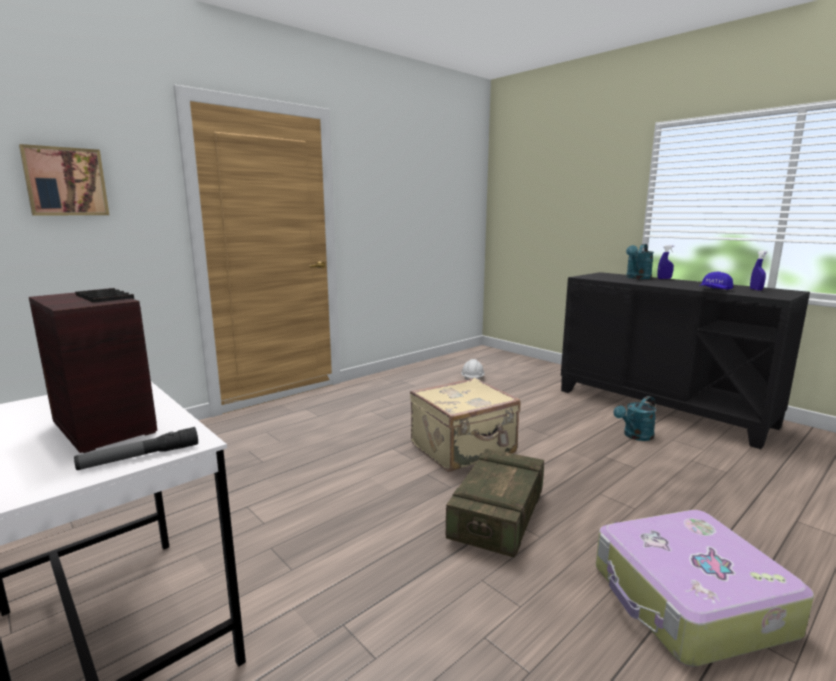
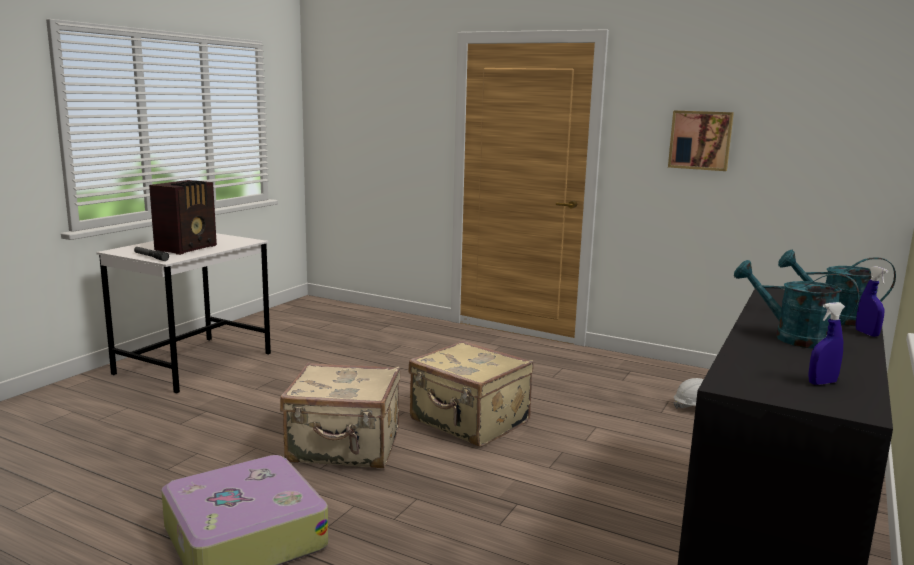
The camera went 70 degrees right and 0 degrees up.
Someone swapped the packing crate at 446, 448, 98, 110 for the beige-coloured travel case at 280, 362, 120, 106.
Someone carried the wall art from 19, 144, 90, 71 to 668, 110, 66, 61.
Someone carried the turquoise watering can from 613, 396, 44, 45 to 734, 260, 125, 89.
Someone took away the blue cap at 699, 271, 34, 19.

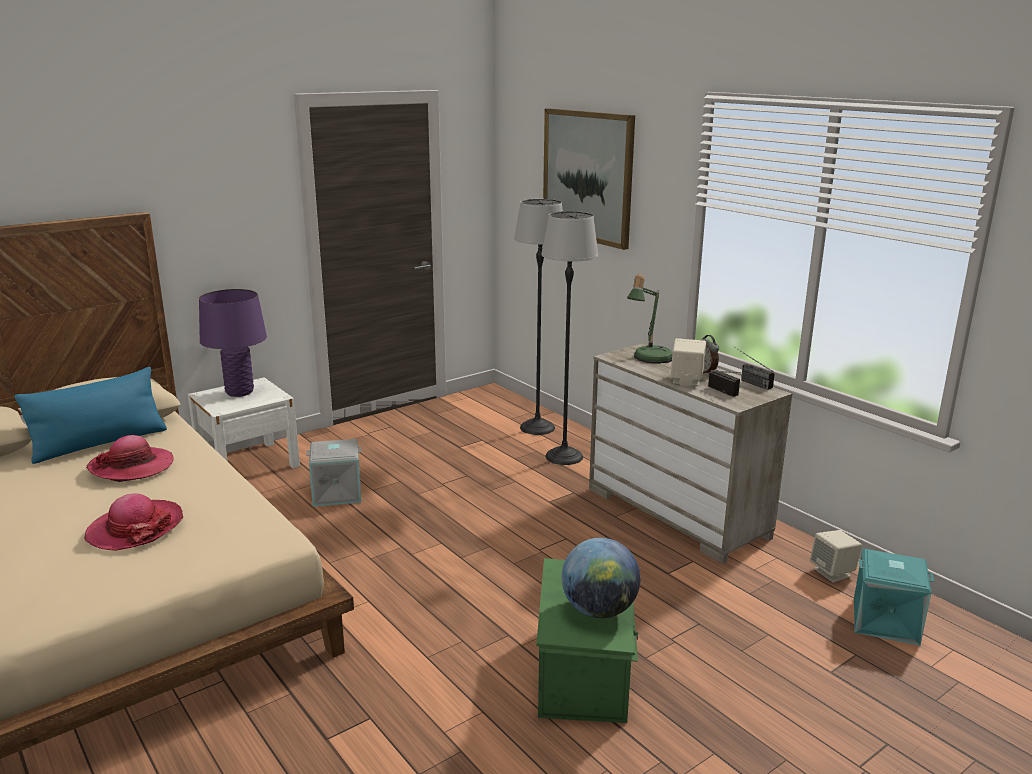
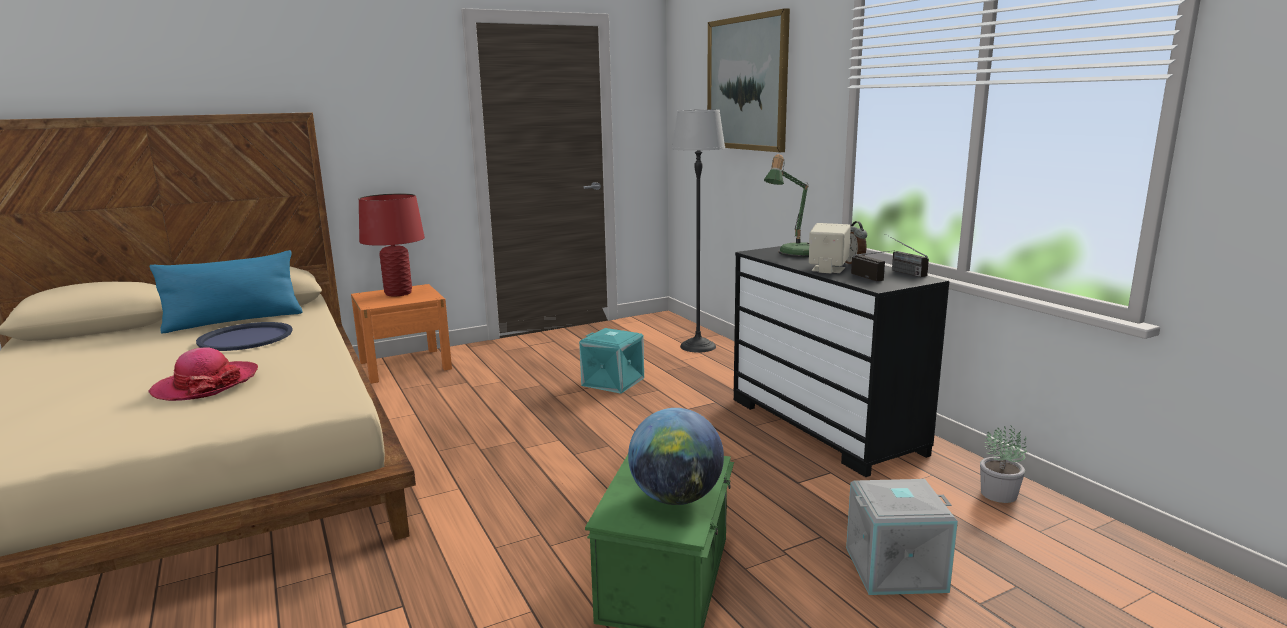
The camera went 10 degrees right and 5 degrees down.
Someone swapped the hat at 86, 435, 88, 47 for the blue carrying tray at 196, 322, 97, 29.
Someone repainted the white night table at 188, 377, 112, 91, which became the orange-coloured night table at 351, 284, 101, 100.
Someone repainted the purple-coloured table lamp at 199, 289, 68, 108, which became the reddish table lamp at 359, 193, 66, 104.
Someone carried the turquoise storage container from 854, 549, 80, 97 to 579, 328, 65, 66.
Someone repainted the beige-coloured dresser at 589, 343, 203, 221, which became the black dresser at 733, 246, 216, 231.
Someone carried the gray storage container from 306, 439, 55, 68 to 846, 479, 112, 116.
Someone swapped the beige-coloured speaker at 810, 530, 52, 53 for the plant in a pot at 980, 425, 47, 78.
Someone took away the standard lamp at 541, 211, 57, 254.

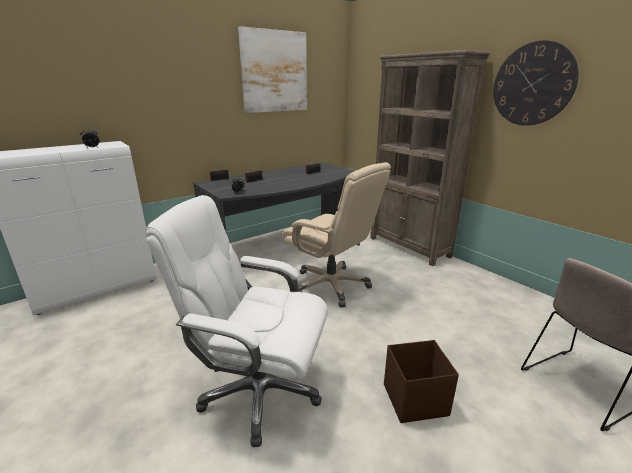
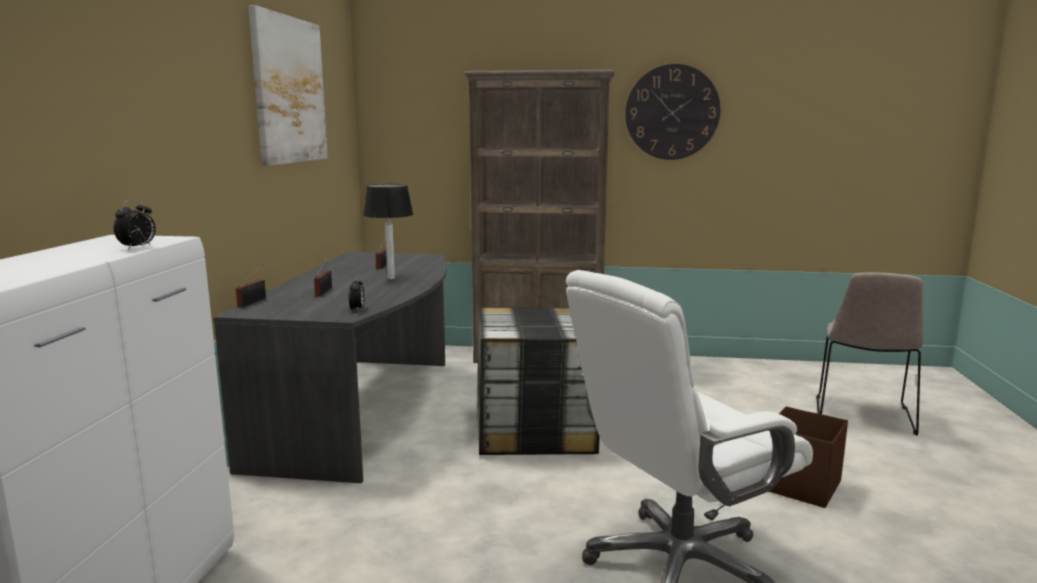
The camera went 45 degrees left and 10 degrees down.
Someone put down the table lamp at 363, 184, 50, 95.
Someone swapped the beige-coloured desk chair at 281, 162, 110, 146 for the storage container at 477, 307, 123, 148.

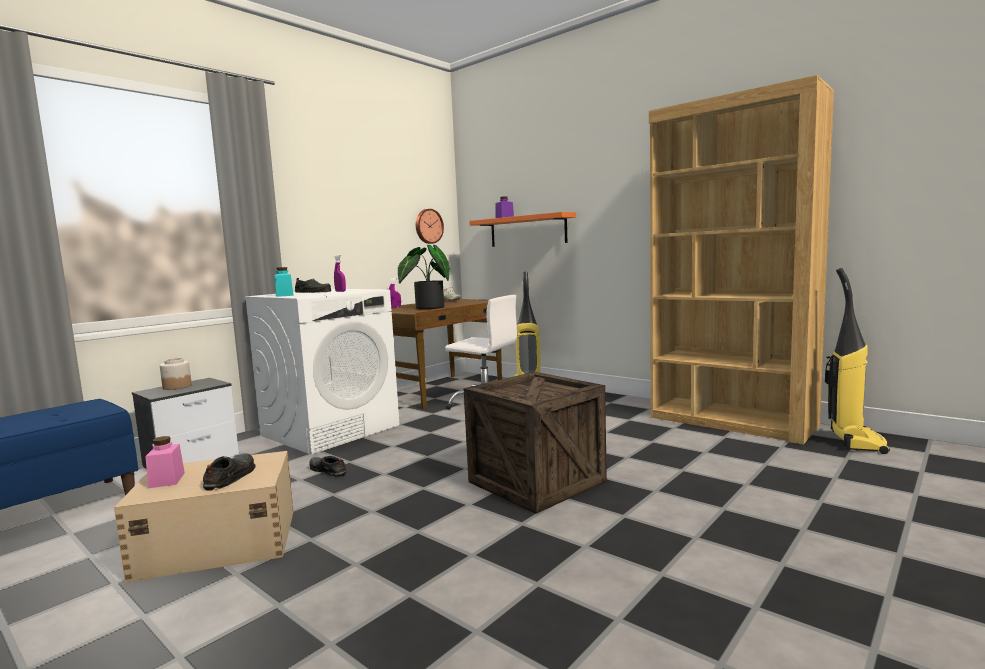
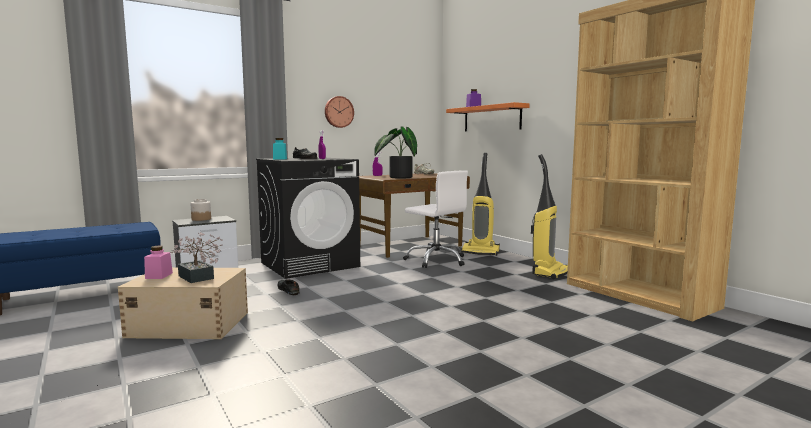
The camera went 15 degrees right and 0 degrees up.
Someone swapped the black low shoe at 203, 453, 53, 37 for the plant in a pot at 170, 232, 53, 51.
Someone repainted the white laundry machine at 244, 289, 155, 166, which became the black laundry machine at 256, 158, 104, 121.
Someone carried the hanging clock from 416, 209, 28, 35 to 325, 96, 29, 32.
Someone carried the vacuum cleaner from 825, 268, 65, 186 to 531, 154, 37, 125.
Someone took away the packing crate at 464, 372, 143, 142.

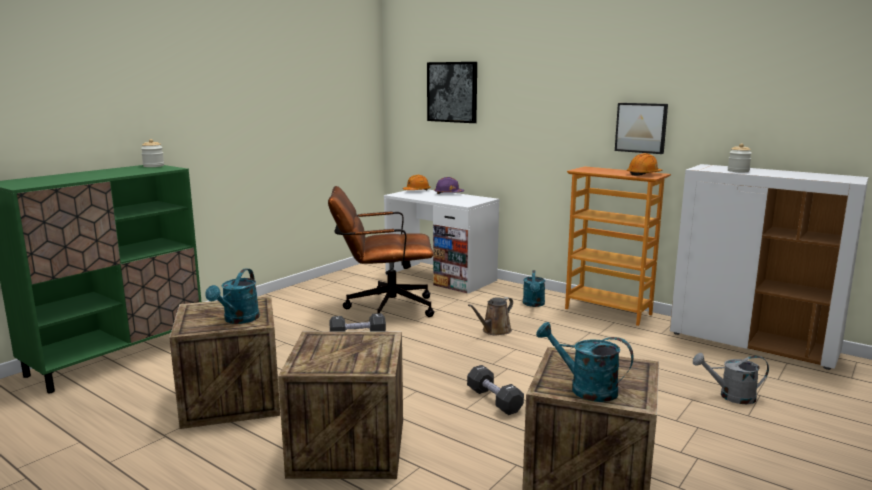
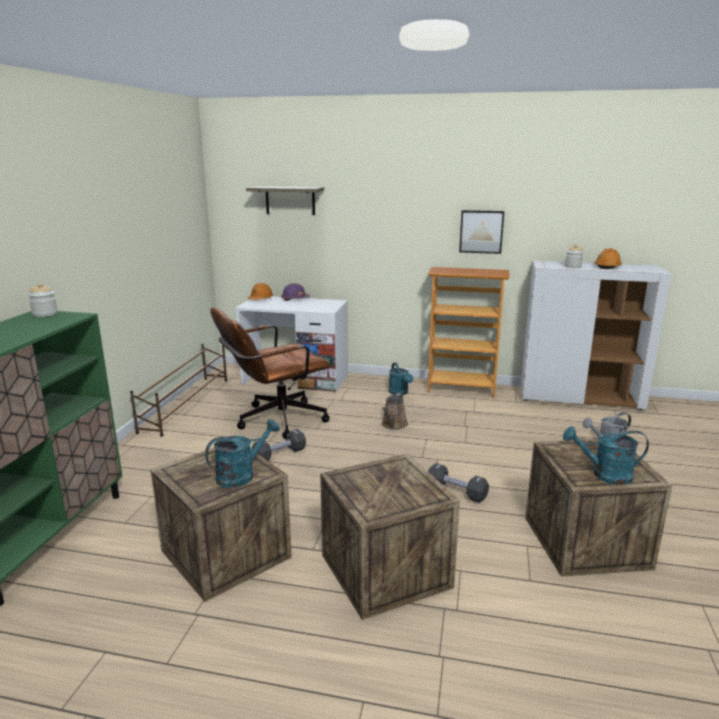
The camera went 25 degrees left and 5 degrees up.
Someone put down the brown-coloured shoe stand at 130, 344, 97, 93.
Someone rotated the turquoise watering can at 205, 268, 55, 56 by 120 degrees counterclockwise.
Someone swapped the wall art at 427, 62, 50, 61 for the wall shelf at 246, 186, 78, 29.
Someone carried the orange-coloured safety helmet from 627, 153, 35, 23 to 595, 248, 27, 21.

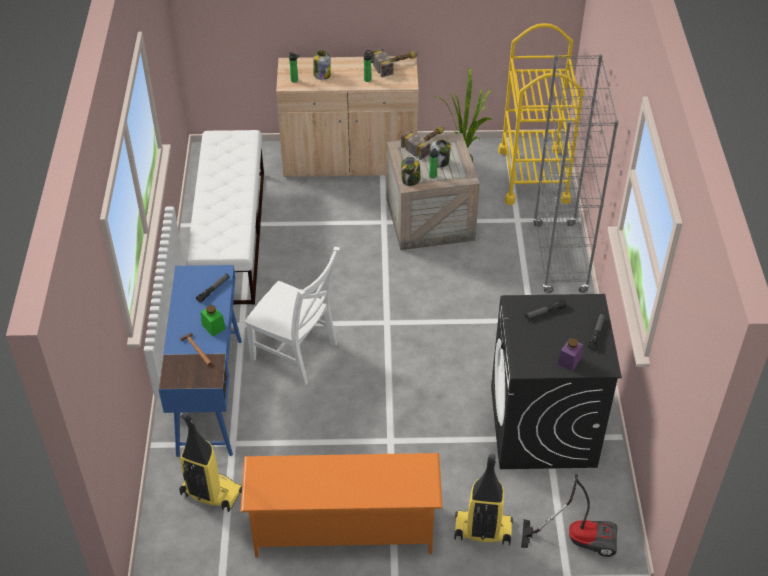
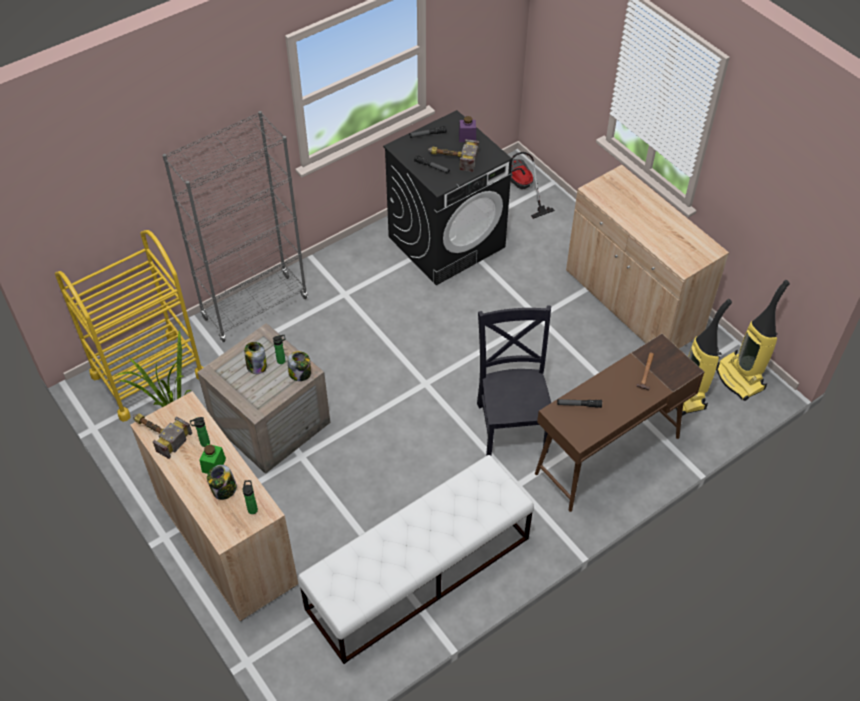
The camera went 125 degrees left and 5 degrees up.
Someone carried the green preserve jar from 201, 305, 25, 31 to 200, 444, 26, 30.
Someone carried the hammer from 401, 126, 43, 34 to 428, 139, 51, 33.
Someone repainted the white plain chair at 244, 247, 96, 138, which became the black plain chair at 477, 305, 74, 151.
Someone repainted the blue desk unit at 158, 265, 84, 192, which became the brown-coloured desk unit at 535, 334, 169, 178.
Someone swapped the orange-coloured shoe stand at 240, 453, 203, 105 for the beige-coloured cabinet at 566, 165, 163, 184.
Someone carried the vacuum cleaner from 454, 454, 59, 91 to 716, 280, 74, 121.

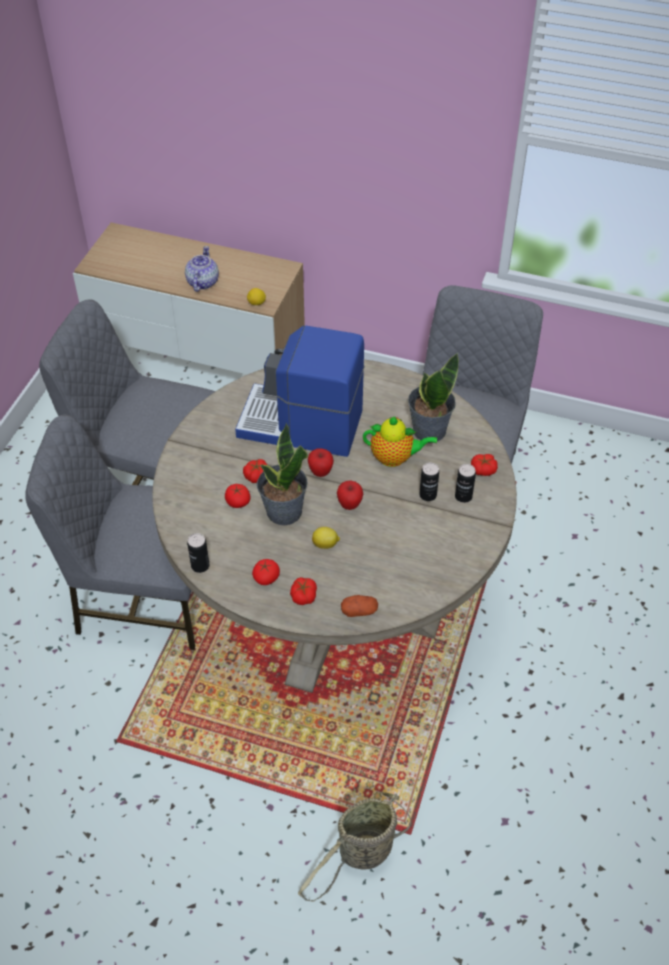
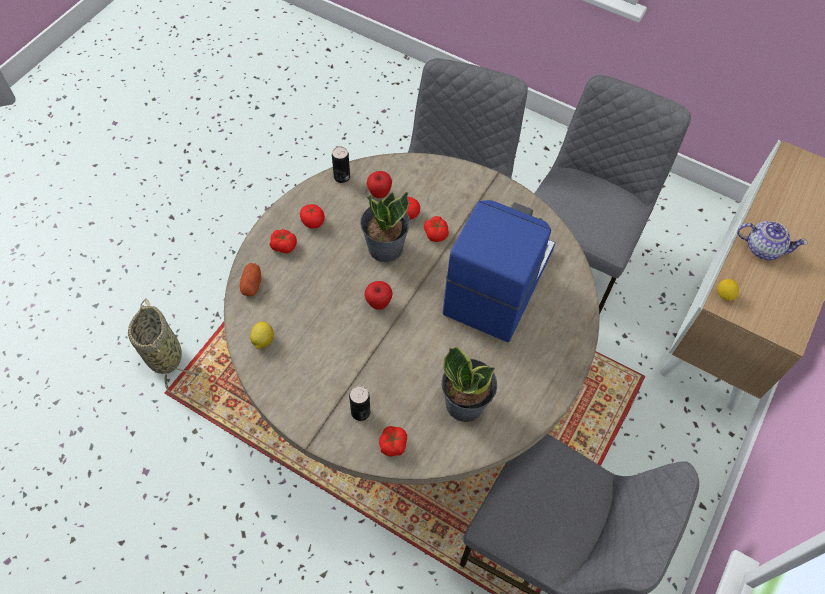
The camera went 100 degrees right and 10 degrees up.
Someone carried the lemon from 312, 527, 28, 22 to 250, 321, 24, 28.
Someone carried the apple from 308, 448, 26, 29 to 367, 171, 25, 27.
Someone took away the pot for tea at 363, 417, 74, 50.
Someone took away the can at 419, 463, 20, 38.

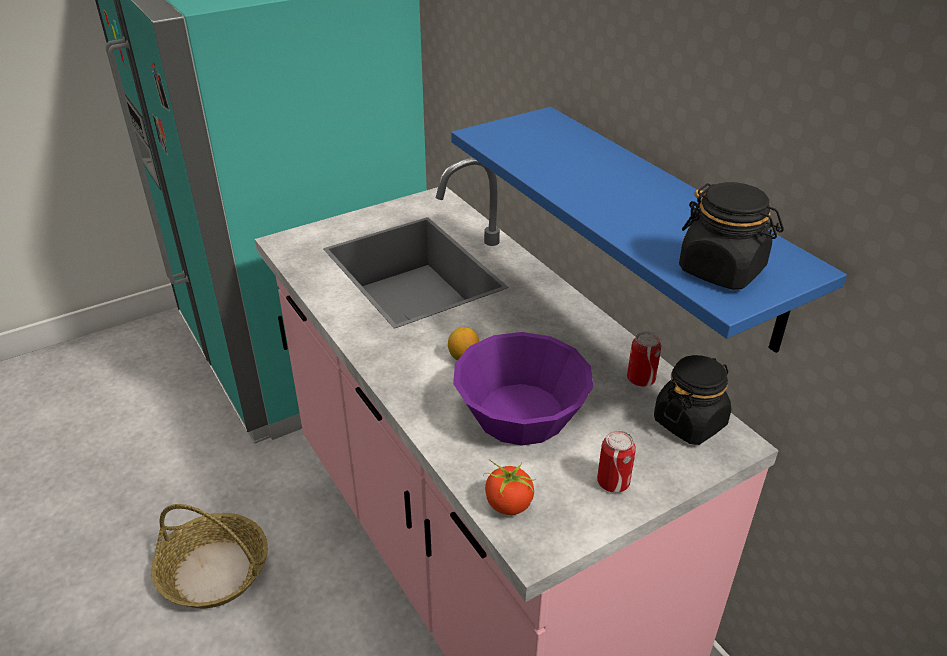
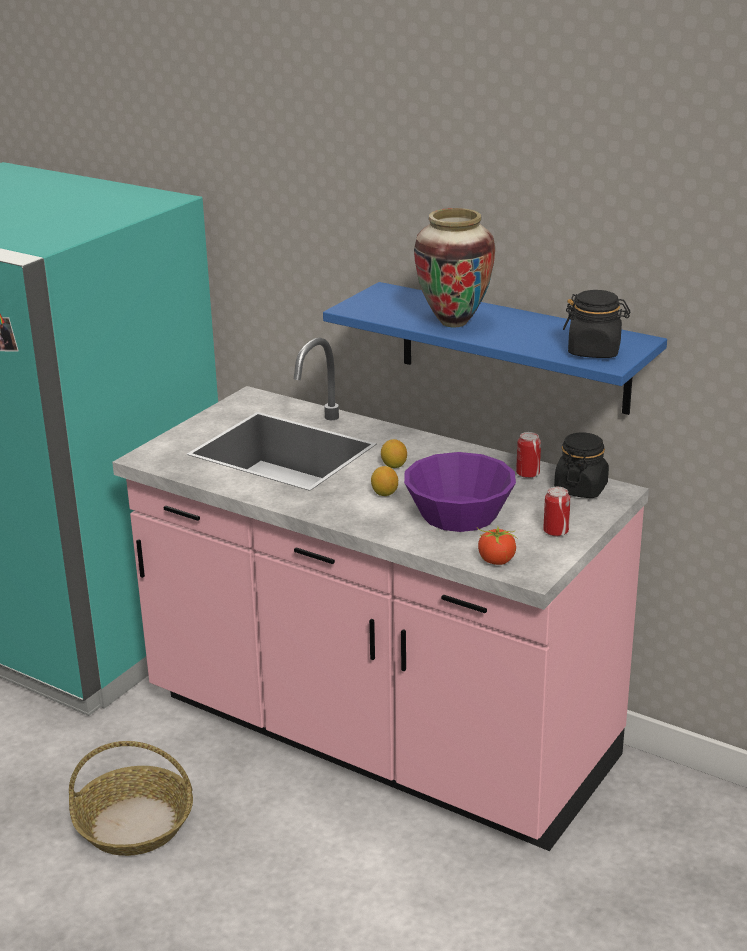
The camera went 25 degrees left and 10 degrees down.
Someone put down the lemon at 381, 439, 26, 29.
Someone put down the vase at 414, 208, 81, 119.

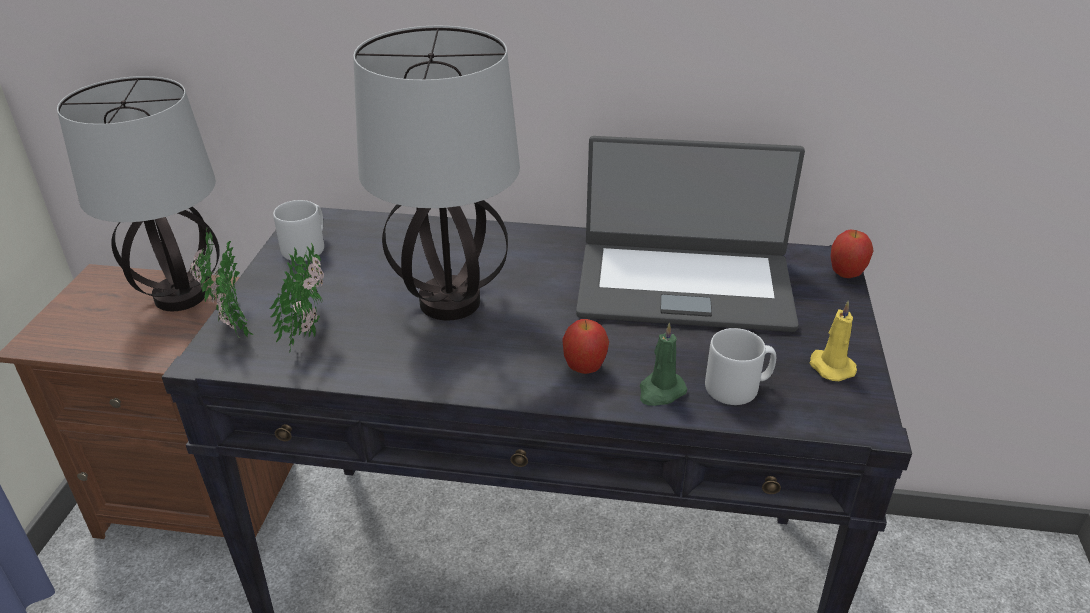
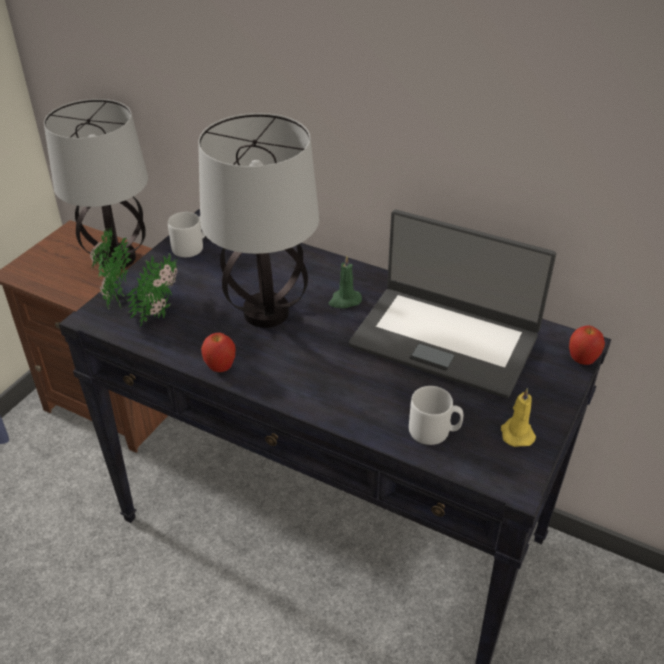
The camera went 20 degrees right and 5 degrees up.
Someone carried the apple from 562, 319, 47, 55 to 201, 333, 34, 39.
Someone carried the green wax candle from 640, 322, 47, 84 to 329, 256, 33, 52.

